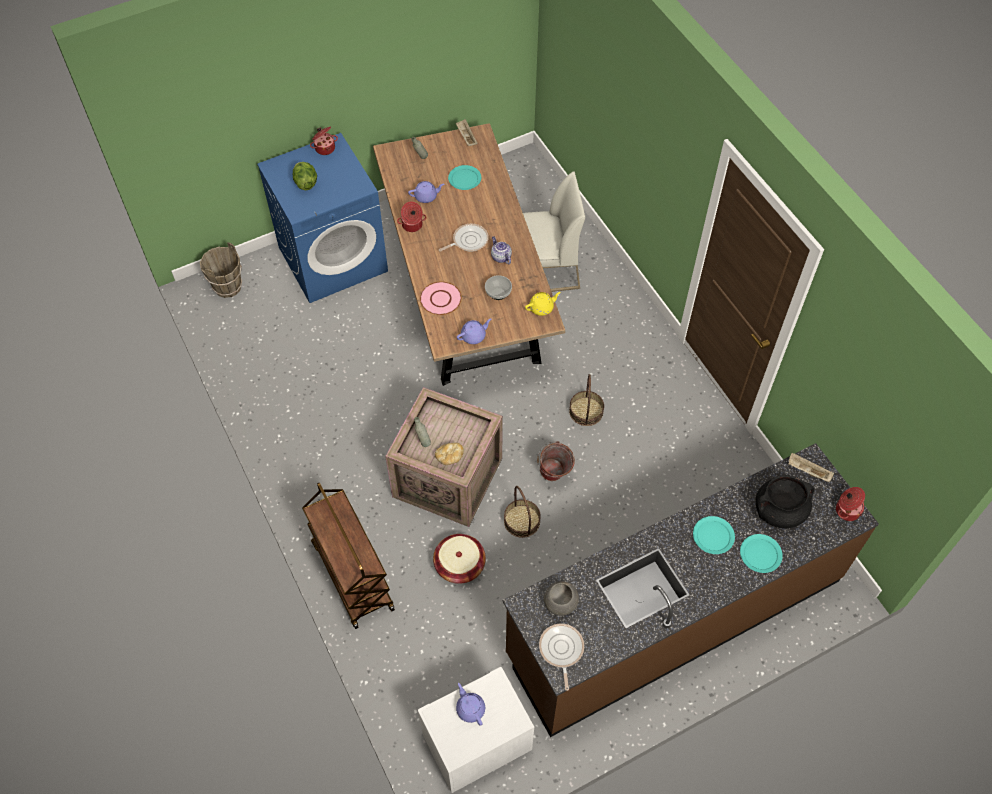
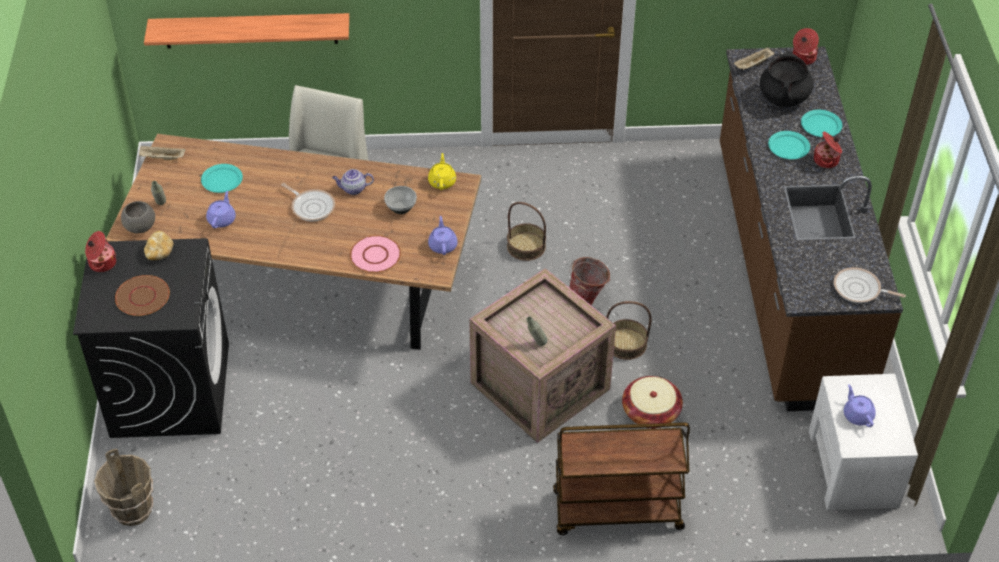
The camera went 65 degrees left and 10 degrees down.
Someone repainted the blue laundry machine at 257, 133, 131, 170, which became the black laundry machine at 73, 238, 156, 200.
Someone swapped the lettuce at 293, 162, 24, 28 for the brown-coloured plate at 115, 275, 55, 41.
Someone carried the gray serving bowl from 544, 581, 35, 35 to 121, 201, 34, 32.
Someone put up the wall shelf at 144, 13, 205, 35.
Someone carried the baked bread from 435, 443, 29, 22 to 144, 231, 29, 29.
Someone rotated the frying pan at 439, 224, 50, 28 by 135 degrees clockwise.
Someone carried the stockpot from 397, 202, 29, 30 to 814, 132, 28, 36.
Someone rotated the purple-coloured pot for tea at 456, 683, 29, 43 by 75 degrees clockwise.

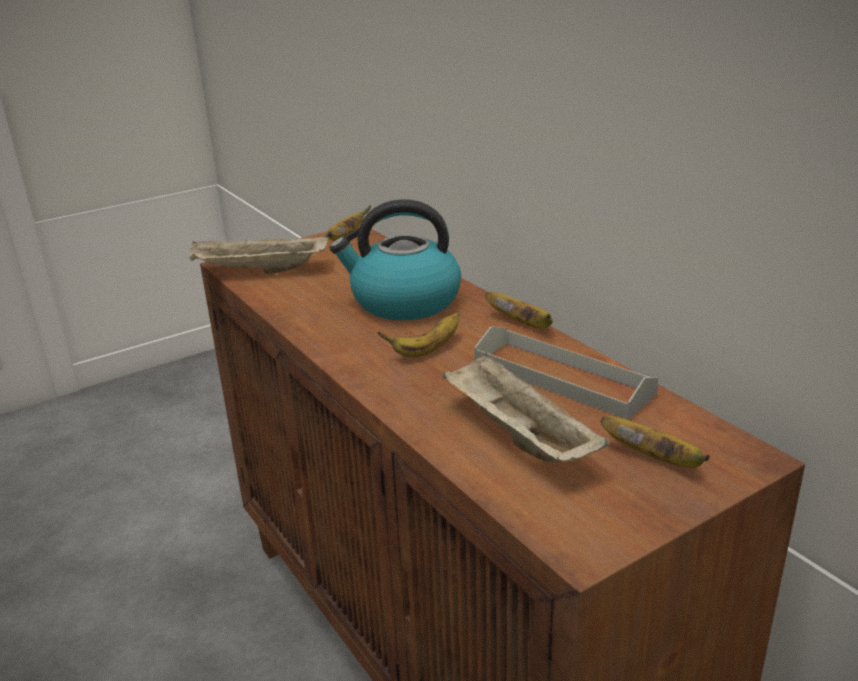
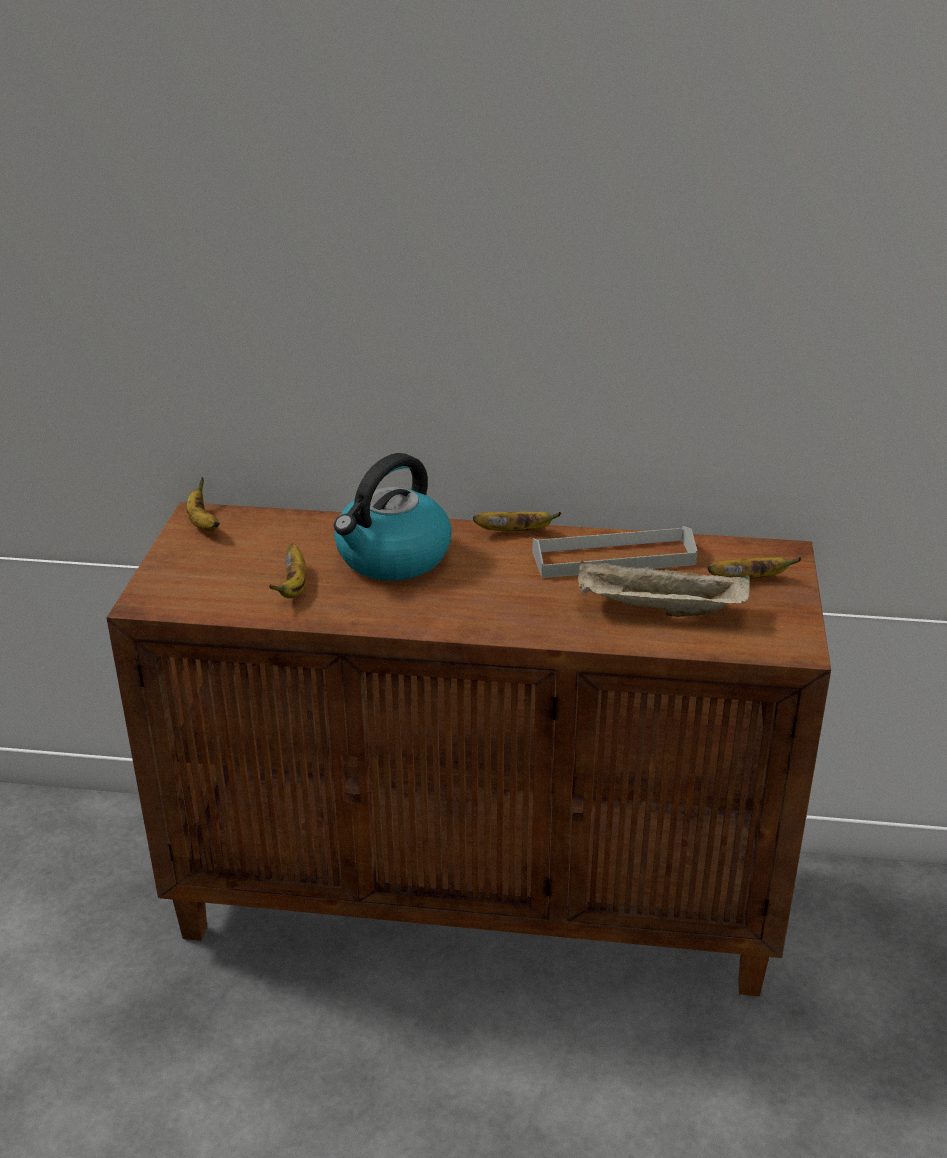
The camera went 50 degrees left and 5 degrees up.
Someone carried the banana from 377, 313, 83, 44 to 269, 543, 38, 55.
Someone took away the beige-coloured carrying tray at 189, 234, 139, 40.

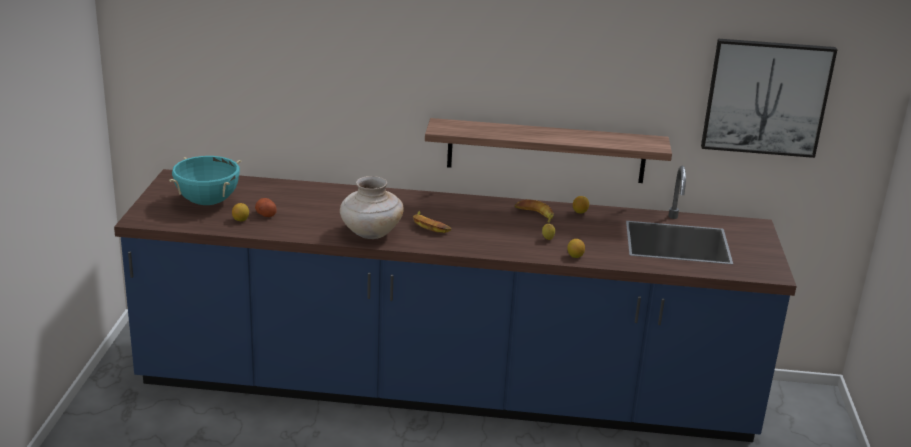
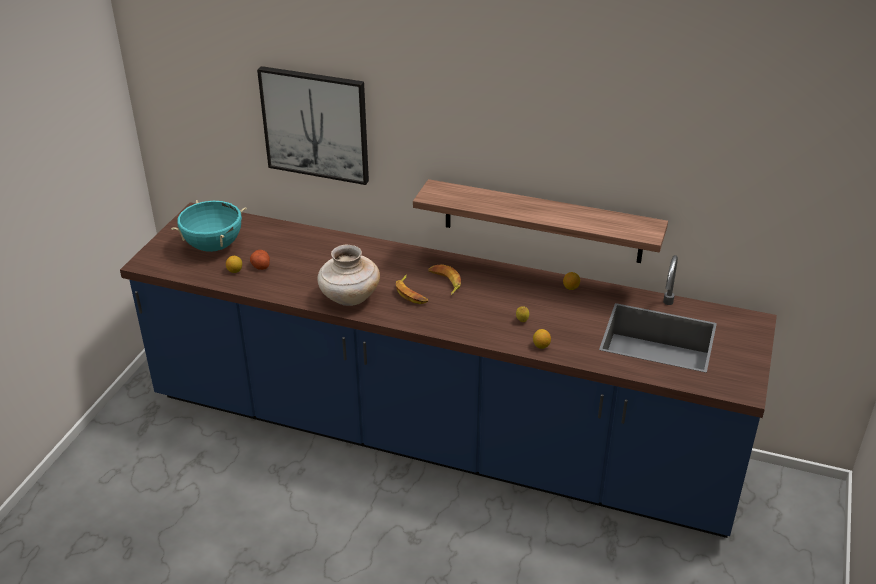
The camera went 15 degrees right and 10 degrees up.
Someone carried the wall art from 701, 39, 136, 119 to 257, 66, 112, 119.
Someone carried the banana from 514, 200, 40, 23 to 428, 264, 33, 31.

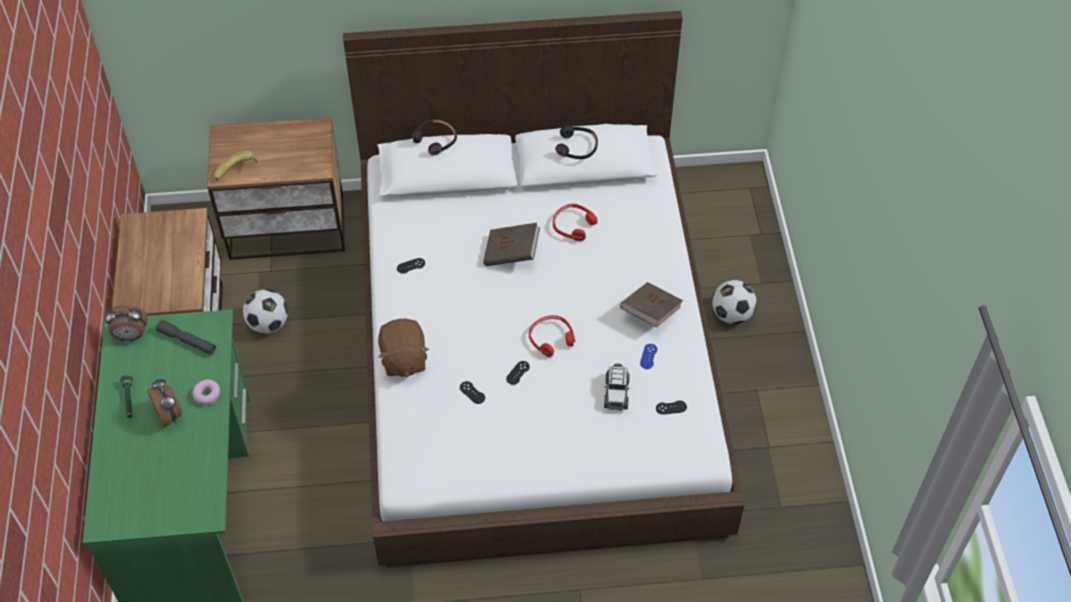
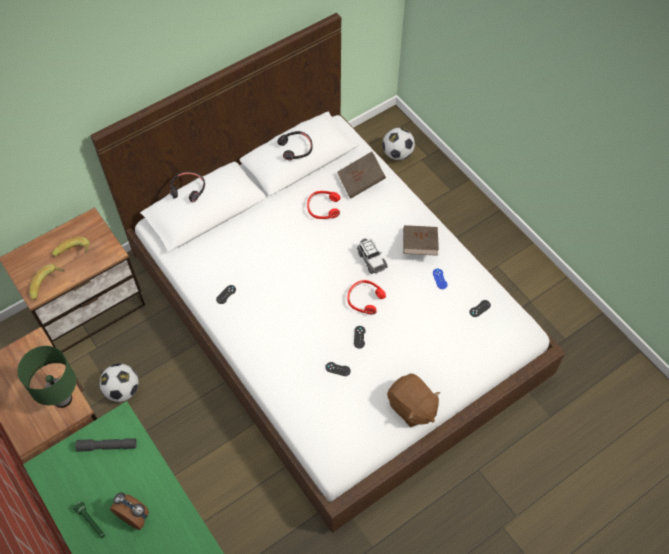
The camera went 30 degrees left and 5 degrees up.
Someone put down the green table lamp at 17, 346, 59, 62.
Someone put down the banana at 52, 237, 38, 20.
Someone carried the brown-coloured book from 483, 223, 57, 43 to 337, 151, 49, 48.
Someone carried the model car from 604, 363, 26, 48 to 357, 239, 31, 35.
Someone carried the football ball from 712, 280, 45, 44 to 382, 128, 33, 32.
Someone carried the brown-coloured plush toy from 378, 319, 51, 58 to 387, 374, 54, 53.
Someone took away the alarm clock at 105, 305, 43, 36.
Someone took away the ring doughnut at 192, 379, 28, 26.

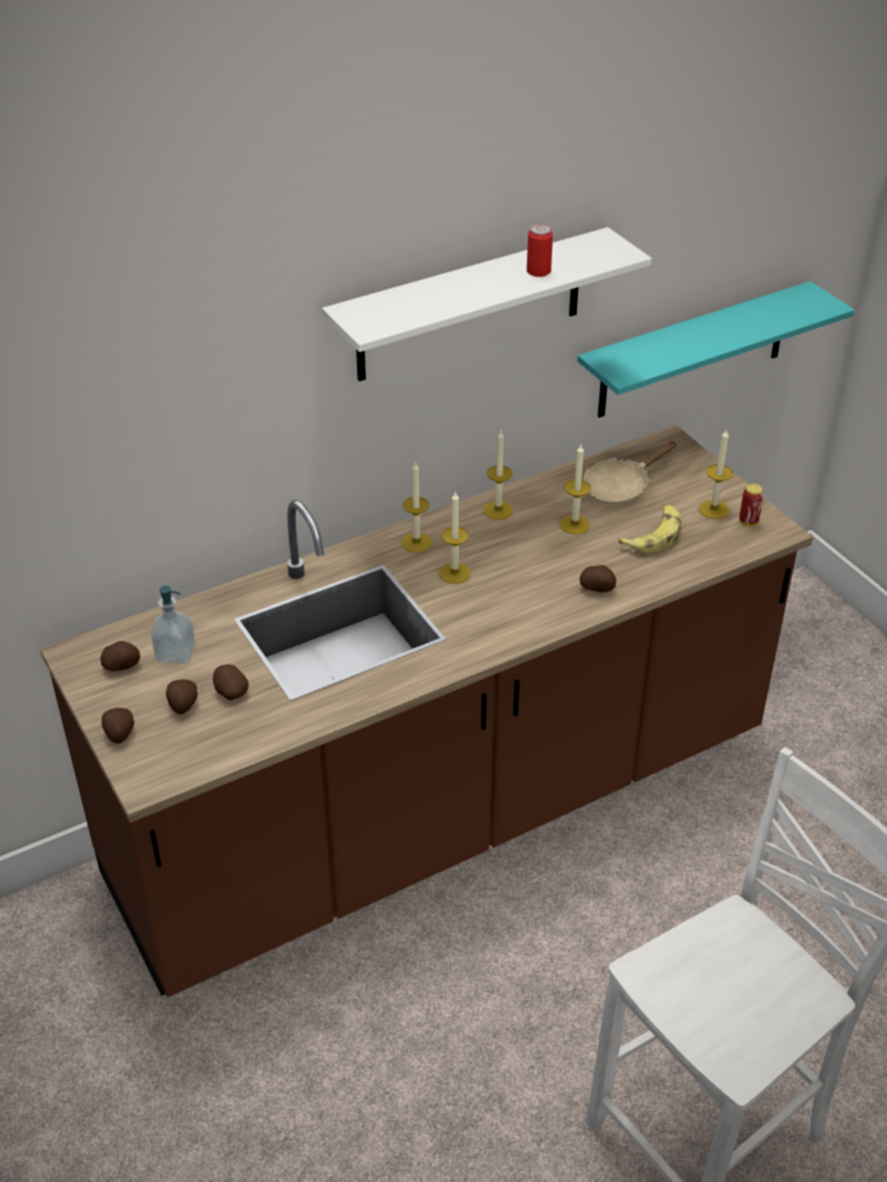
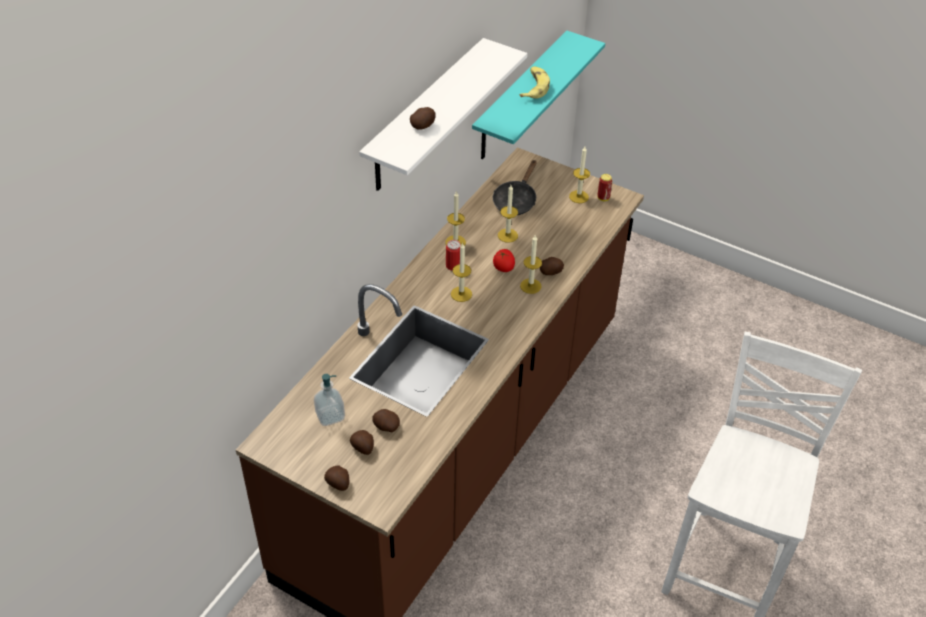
The camera went 30 degrees left and 5 degrees up.
Someone carried the whole potato from 100, 641, 40, 30 to 410, 107, 26, 23.
Someone carried the can from 527, 224, 26, 53 to 446, 240, 15, 31.
Someone repainted the beige-coloured frying pan at 583, 441, 94, 64, which became the black frying pan at 493, 160, 43, 55.
Someone put down the whole tomato at 493, 249, 22, 23.
Someone carried the banana from 618, 505, 63, 48 to 519, 66, 31, 33.
Someone carried the wax candle from 401, 461, 31, 91 to 520, 235, 22, 59.

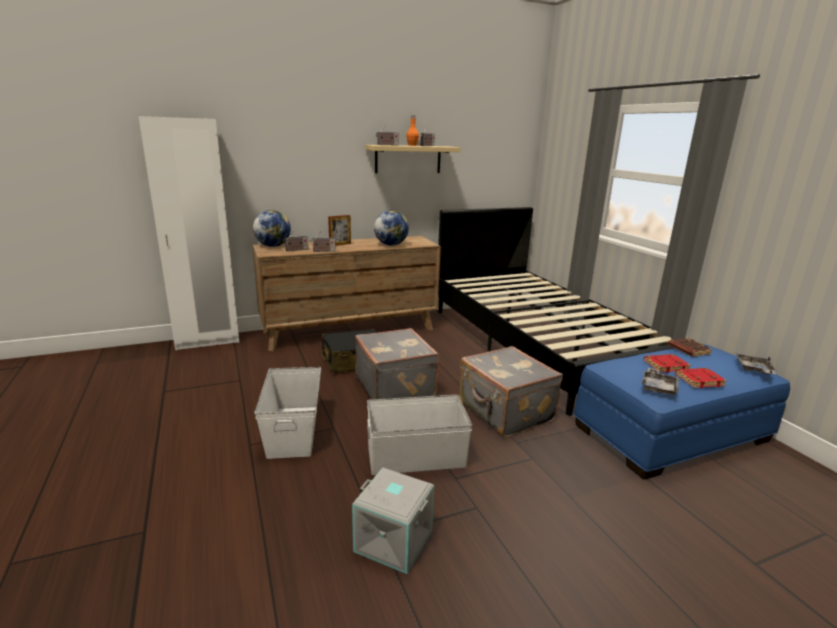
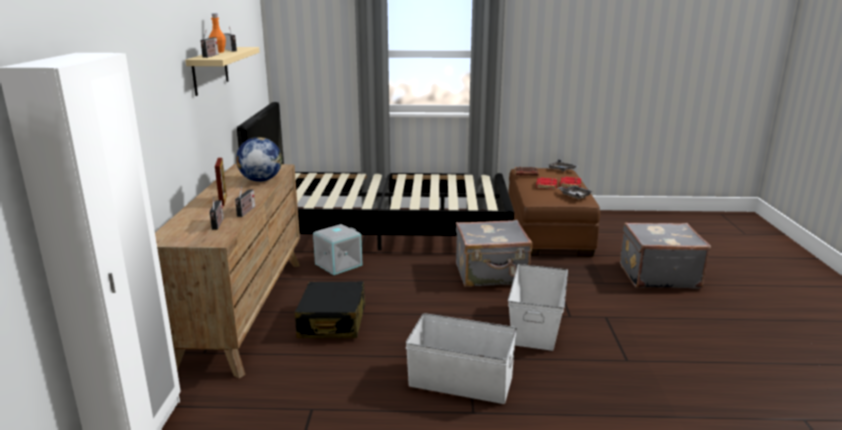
The camera went 65 degrees left and 0 degrees up.
Someone carried the gray storage container from 352, 468, 82, 106 to 313, 224, 50, 51.
Someone repainted the blue pouffe at 574, 344, 216, 136, which became the brown-coloured pouffe at 508, 168, 92, 89.
Someone carried the gray travel case from 355, 328, 84, 71 to 620, 223, 91, 66.
Someone took away the globe at 253, 210, 38, 37.

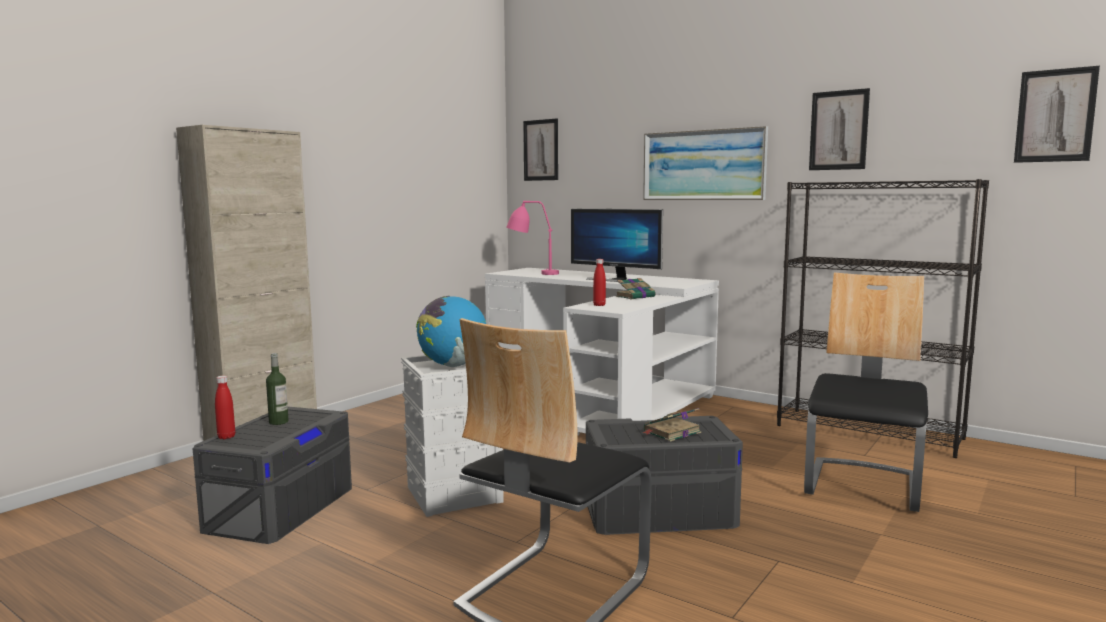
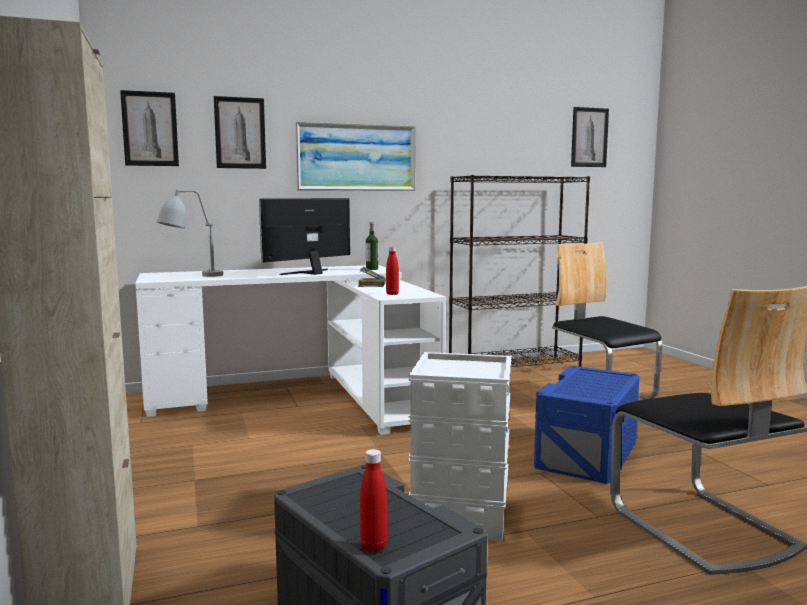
The camera went 55 degrees left and 0 degrees up.
Someone repainted the pinkish table lamp at 507, 201, 52, 74, which became the gray table lamp at 157, 189, 66, 88.
Someone carried the wall art from 809, 88, 61, 82 to 214, 96, 52, 73.
Someone rotated the computer display at 571, 209, 92, 73 by 150 degrees clockwise.
Someone carried the beverage bottle from 266, 353, 23, 72 to 366, 222, 12, 48.
Someone repainted the gray storage container at 586, 416, 157, 119, which became the blue storage container at 534, 366, 105, 118.
Someone took away the globe at 416, 296, 70, 71.
Someone took away the book at 643, 408, 58, 34.

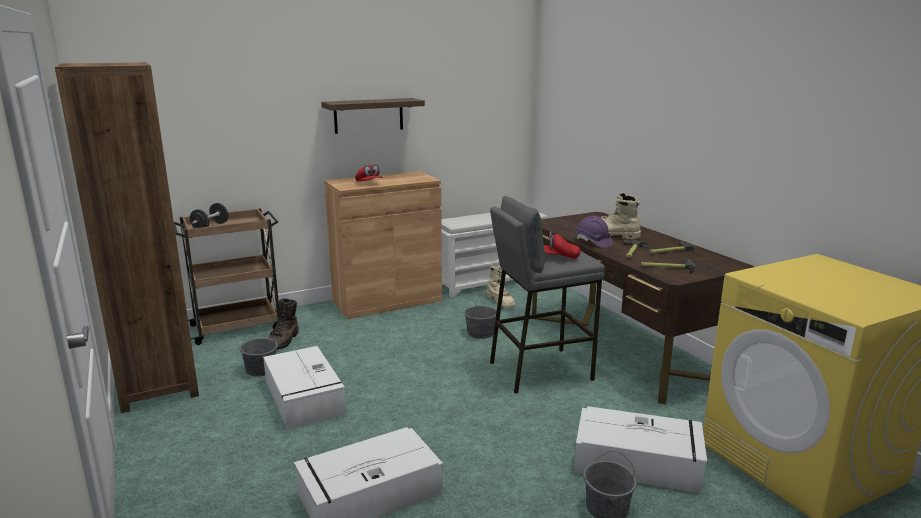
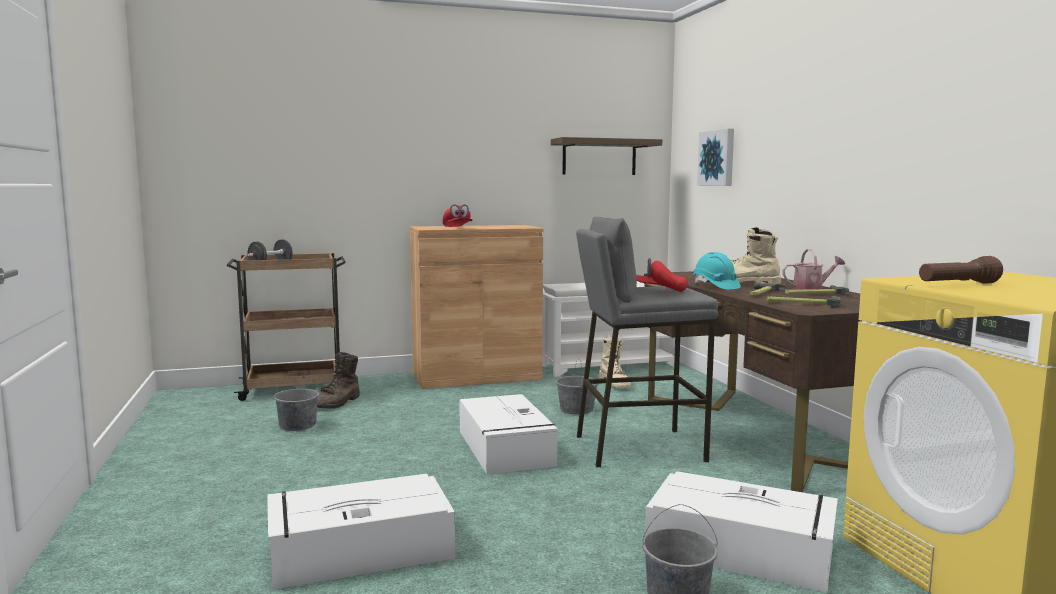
The camera went 10 degrees right and 10 degrees down.
Someone carried the white storage container from 263, 346, 83, 84 to 459, 394, 99, 80.
Someone carried the wall shelf from 321, 98, 104, 36 to 551, 137, 111, 38.
Someone repainted the purple-coloured safety helmet at 576, 216, 37, 32, which became the turquoise safety helmet at 693, 252, 48, 38.
Someone put up the wall art at 697, 129, 37, 57.
Someone put down the watering can at 782, 249, 63, 41.
Someone put down the brown-coloured flashlight at 919, 256, 84, 28.
Someone took away the brown-coloured shelving unit at 55, 62, 144, 351.

